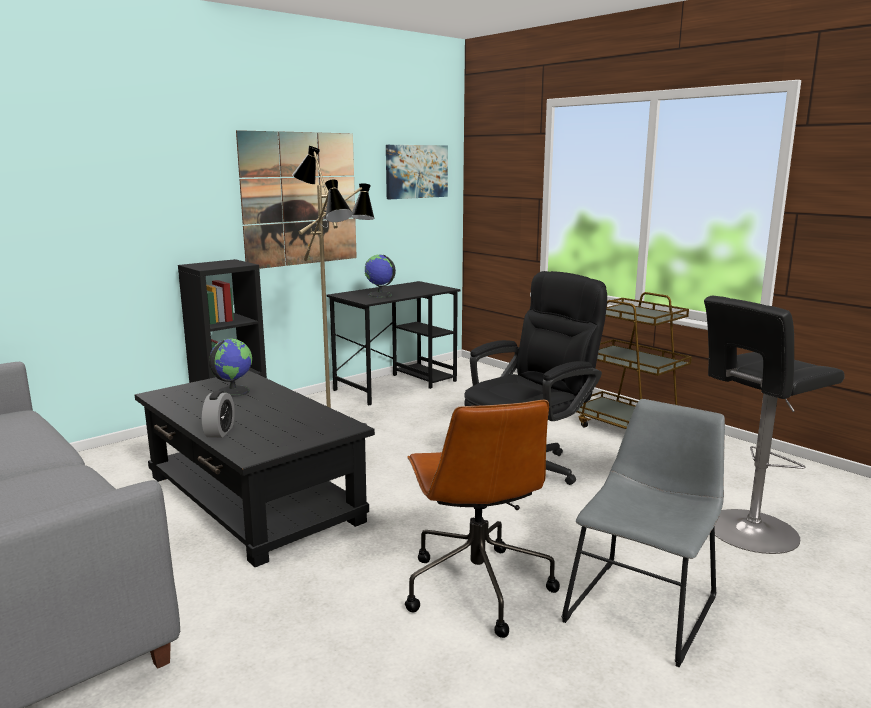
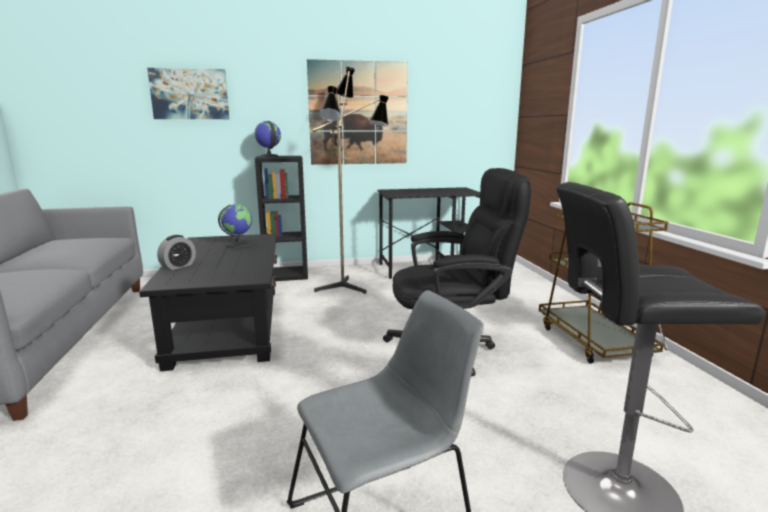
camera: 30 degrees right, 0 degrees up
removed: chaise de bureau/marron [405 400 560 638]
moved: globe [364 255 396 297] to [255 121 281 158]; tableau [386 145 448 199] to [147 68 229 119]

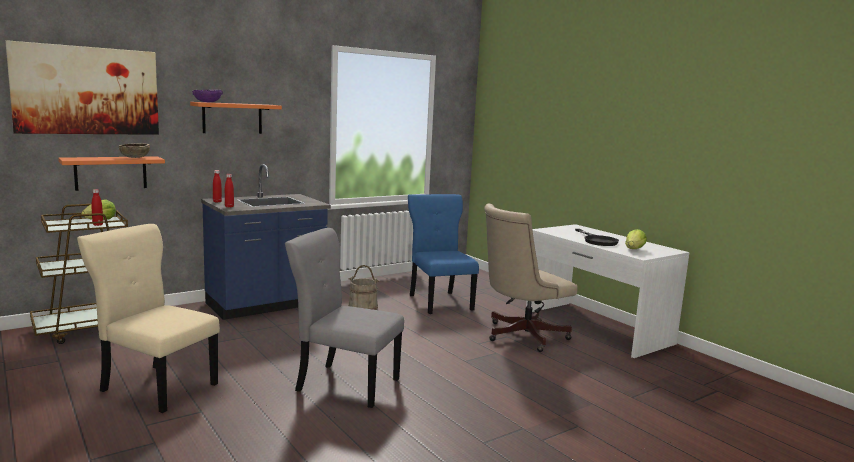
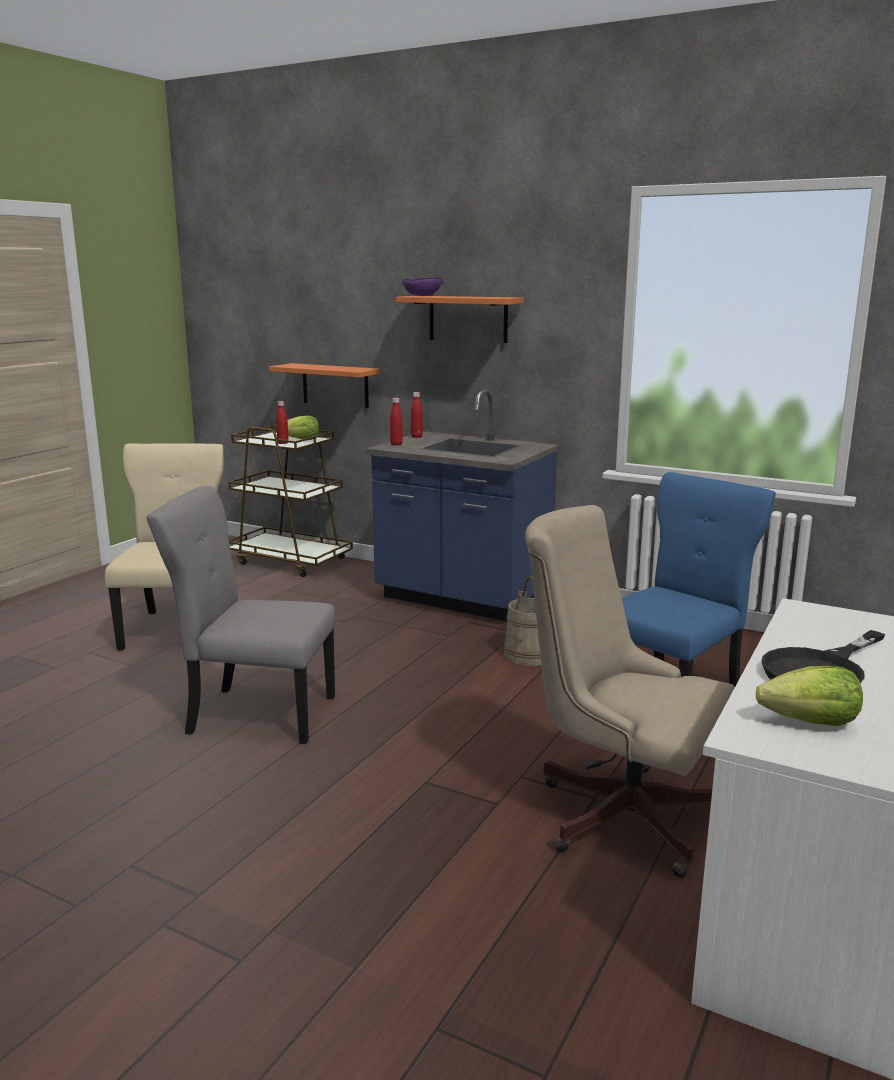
camera: 65 degrees right, 5 degrees up
removed: tableau [5 40 159 135]; bol/marron [119 143 150 158]
turned: chaise/gris [285 228 404 408] = [146 486 336 744] 75 degrees counterclockwise

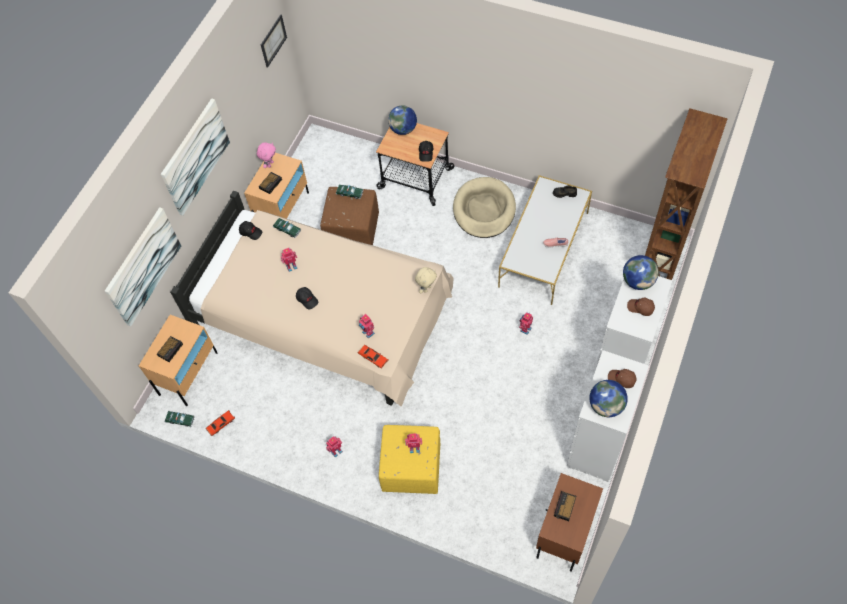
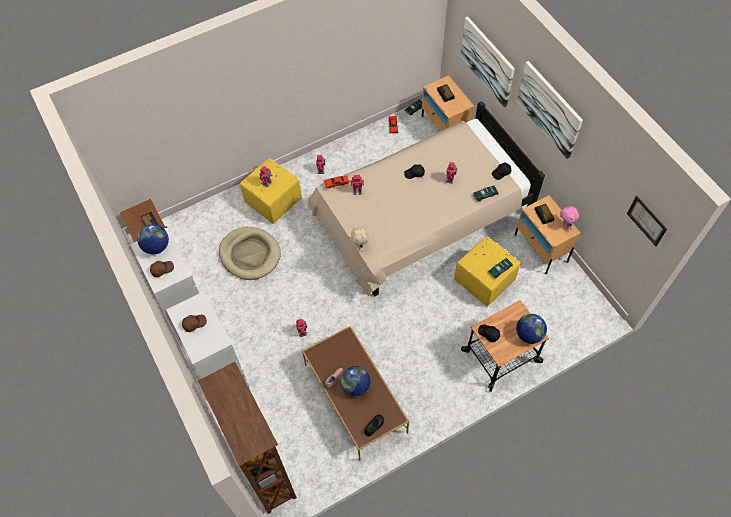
camera: 125 degrees right, 0 degrees up
moved: panier pour chien/beige [453 177 516 238] to [219 227 281 280]; globe [623 255 659 290] to [341 366 371 396]
recoloured: pouf/marron [320 187 379 245] to pouf/jaune [454 236 520 307]; table basse/blanc [498 175 592 305] to table basse/marron [302 326 409 461]

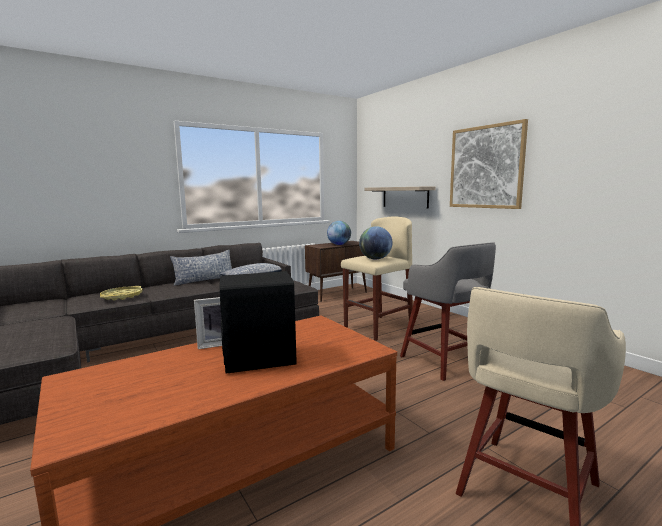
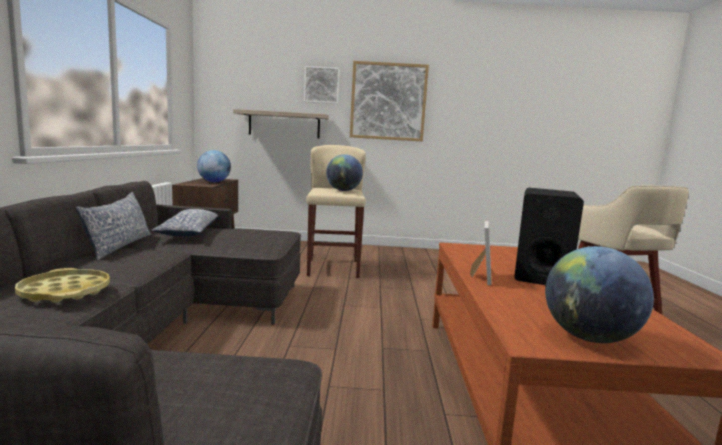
camera: 55 degrees left, 0 degrees up
removed: tabouret/gris [400 242 496 381]
added: tableau [304 66 340 104]; globe [545 246 654 343]

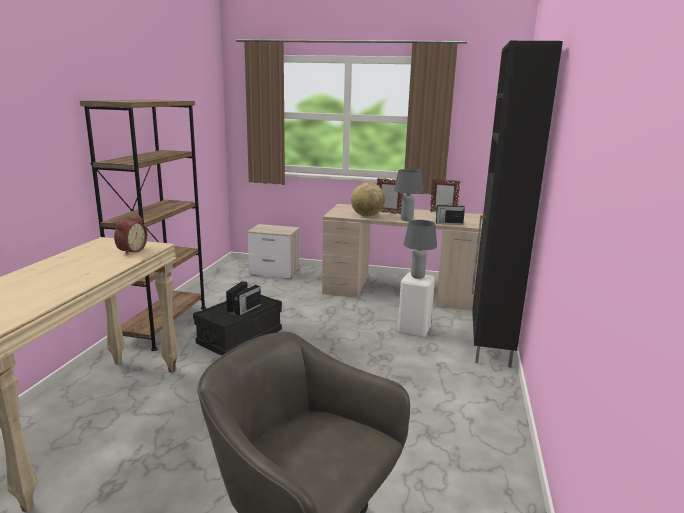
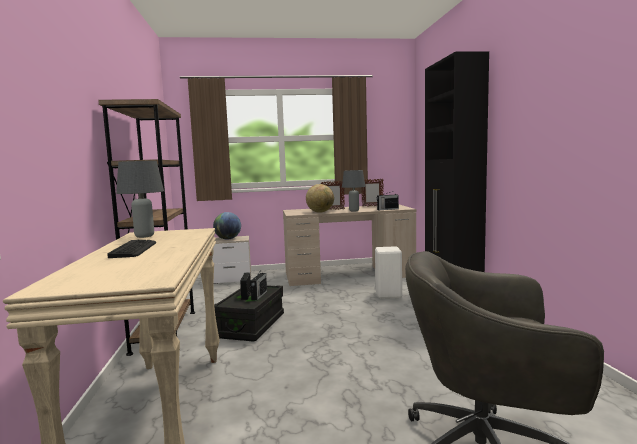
camera: 20 degrees left, 10 degrees down
removed: réveil [114 215 147 255]
added: clavier [107 240 156 258]; globe [213 212 241 240]
moved: lampe de table/gris [404 220 437 279] to [116 161 164 238]

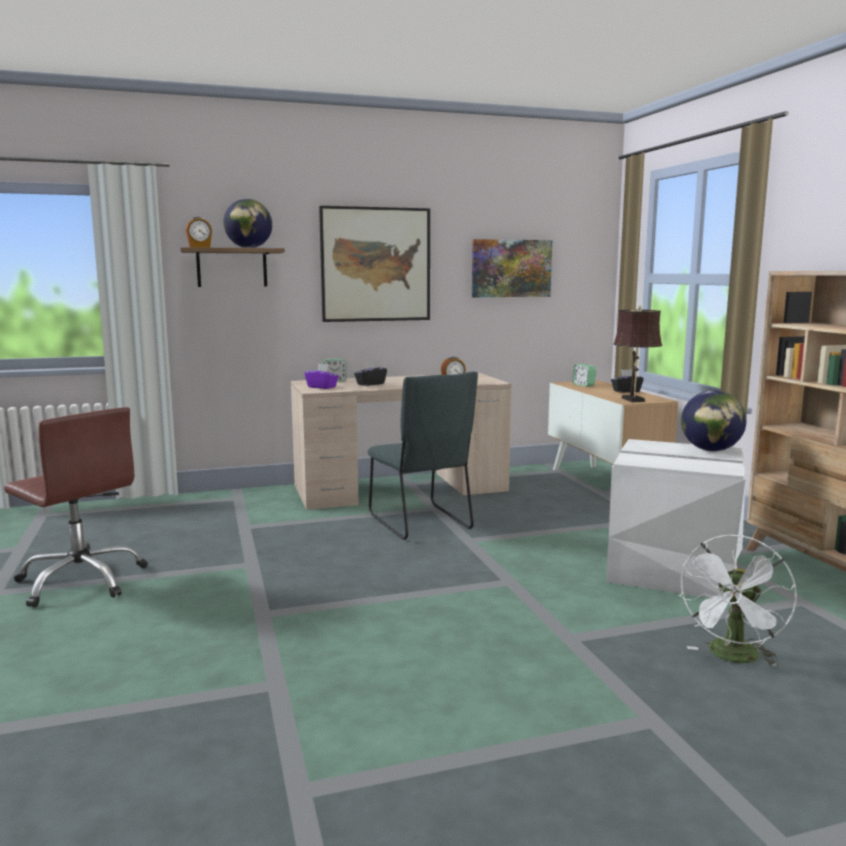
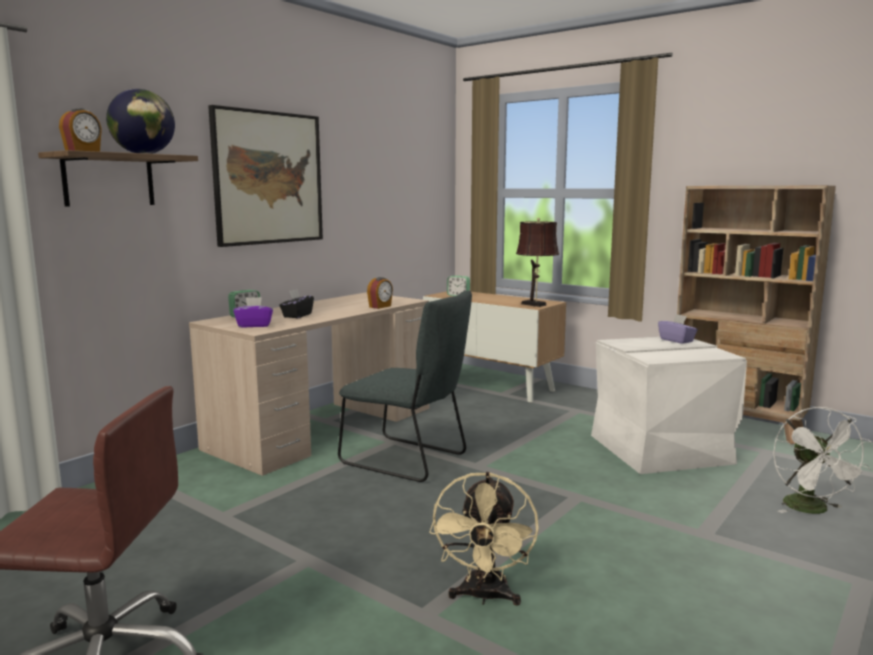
camera: 35 degrees left, 0 degrees up
removed: tableau [472 239 552 297]; boîte à mouchoirs/noir [611 369 644 393]
added: ventilateur/beige [430 472 539 606]
replaced: globe [681 390 746 451] to boîte à mouchoirs/violet [658 314 698 344]

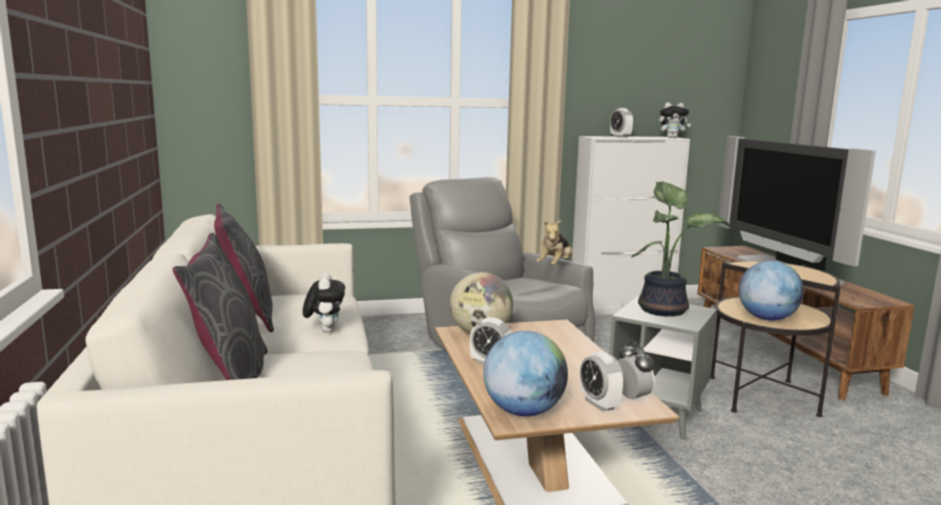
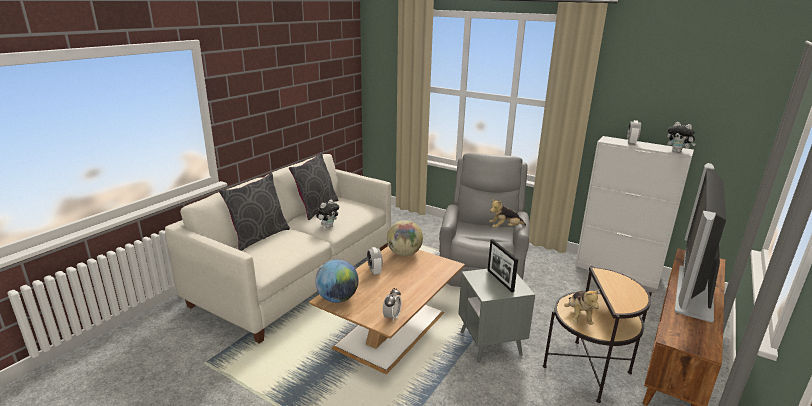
camera: 45 degrees right, 10 degrees up
removed: réveil [580 351 624 412]
replaced: plante en pot [631 181 730 317] to cadre photo [488 239 518 292]; globe [739 261 804 320] to peluche [564 288 600 325]

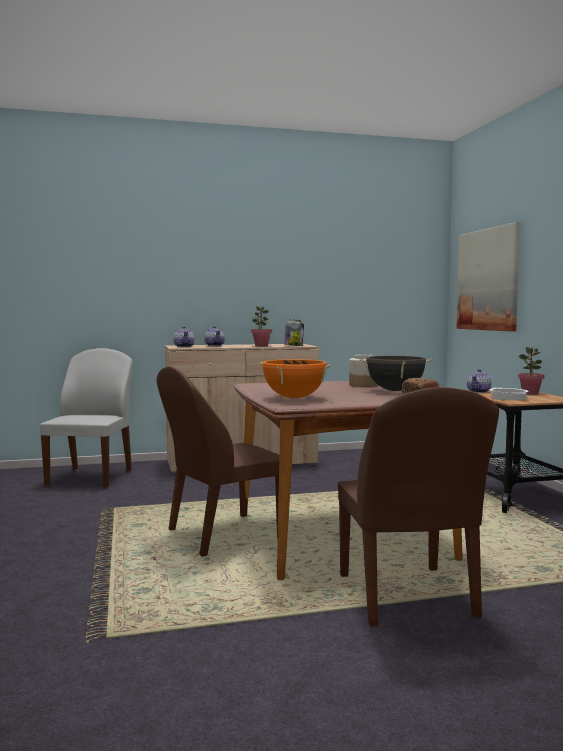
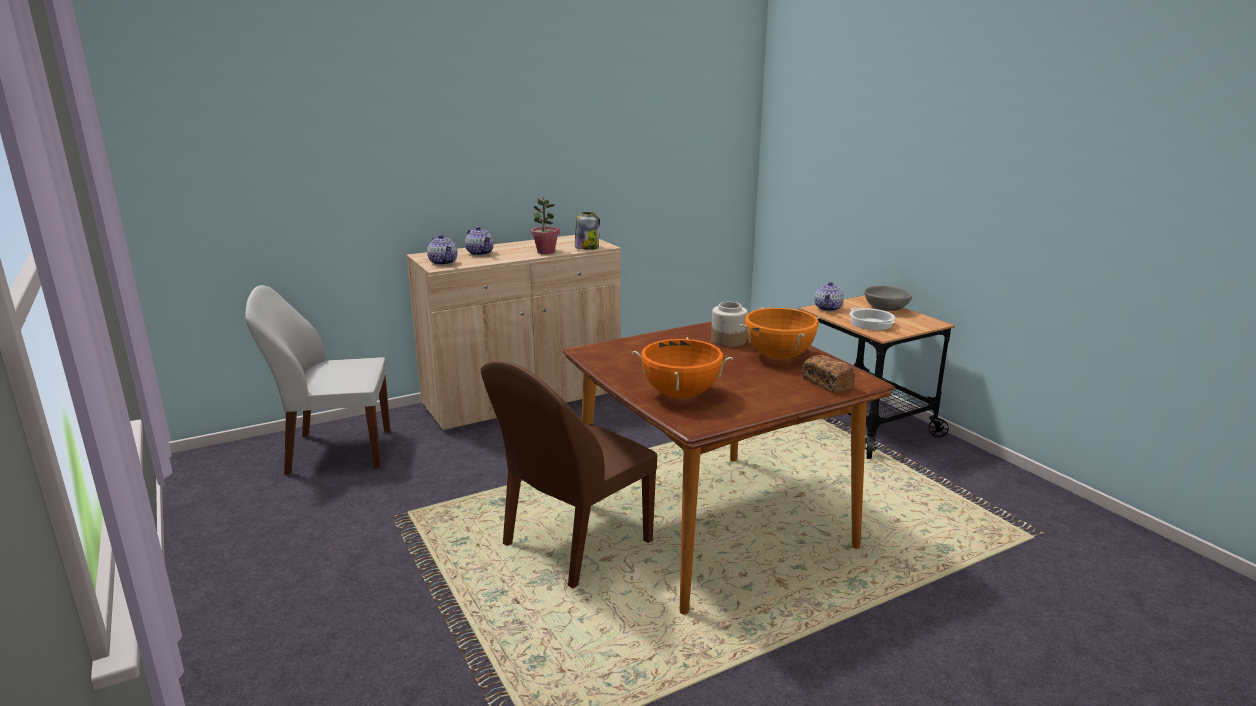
camera: 15 degrees left, 15 degrees up
removed: chaise/marron [338 387 499 627]; tableau [456 222 520 331]
replaced: plante en pot [518 347 545 395] to bol/gris [864 286 912 311]
recoloured: marmite/noir [359 356 432 391] to marmite/orange [740 307 822 359]
turned: chaise/blanc [40 348 132 487] = [245 285 390 475] 90 degrees counterclockwise

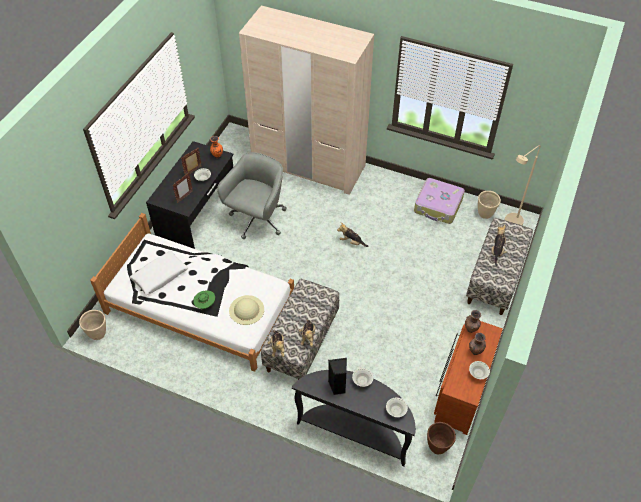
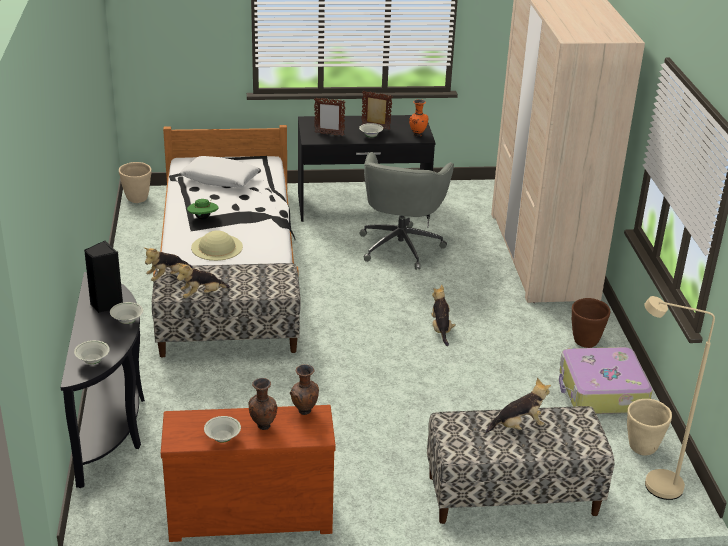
camera: 60 degrees right, 20 degrees down
moved: cache-pot/marron [427 422 456 455] to [572 298 610 348]
turned: chaise de bureau/gris [217 152 287 239] = [359 152 454 270] 105 degrees clockwise

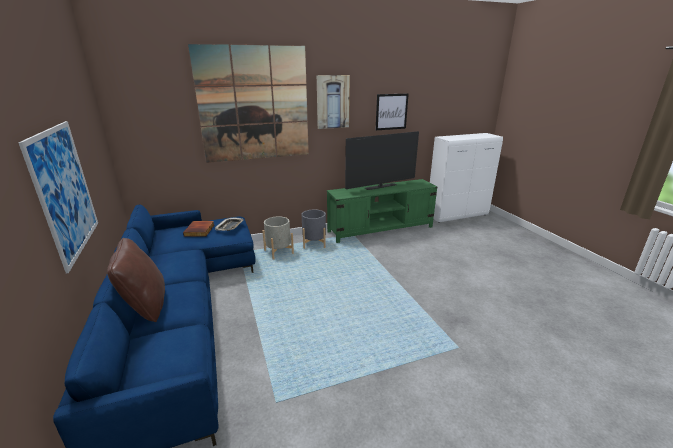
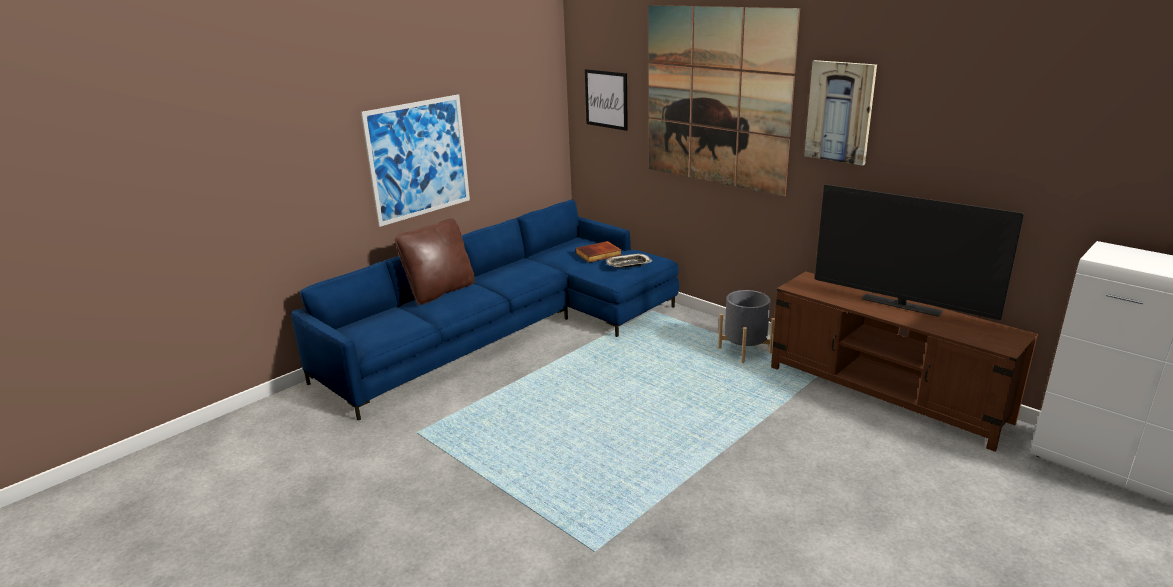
camera: 65 degrees right, 0 degrees up
removed: cache-pot/gris [262 216 294 259]
moved: tableau [376 93 409 130] to [585 69 628 131]
recoloured: meuble télé/vert [327 179 437 243] to meuble télé/marron [771 271 1038 452]

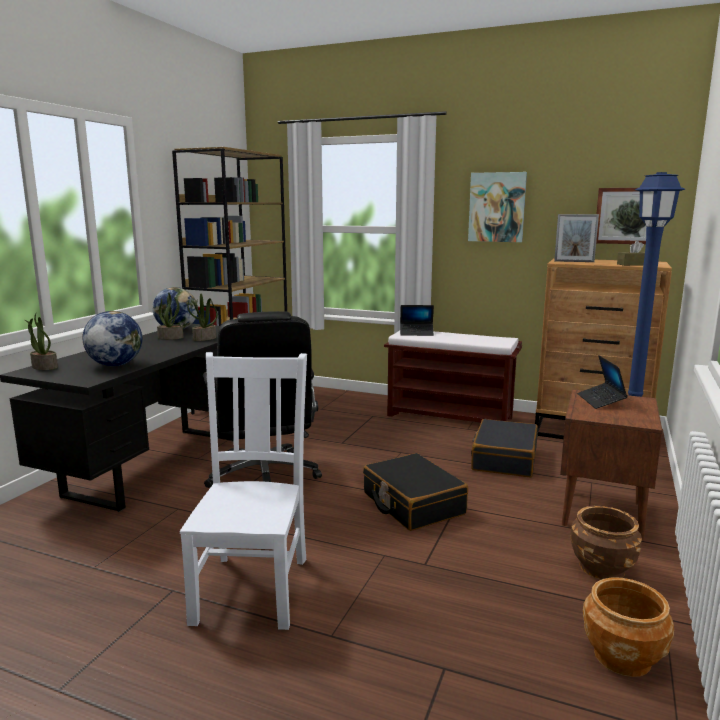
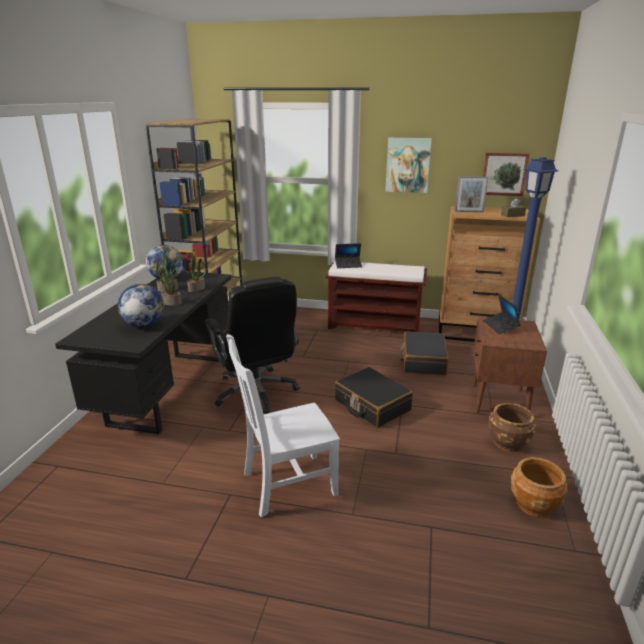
camera: 10 degrees left, 10 degrees up
moved: plante en pot [25 313 58 370] to [159 266 182 306]
turned: chaise/blanc [180 352 307 630] = [226 334 340 518] 105 degrees counterclockwise

